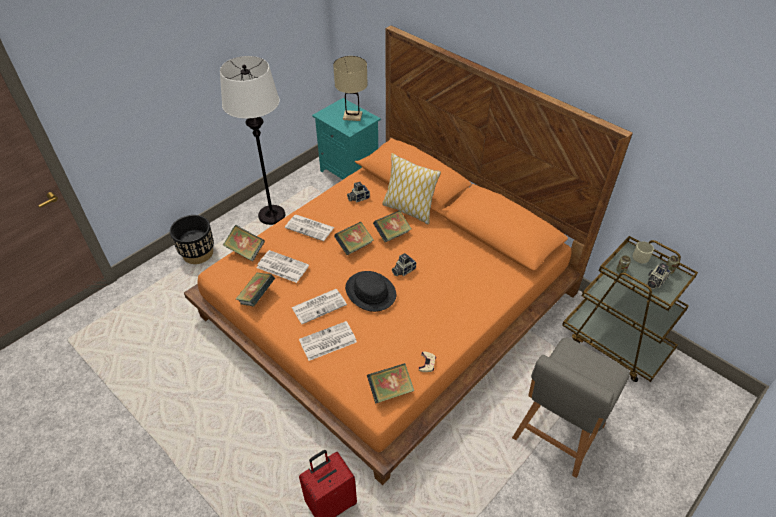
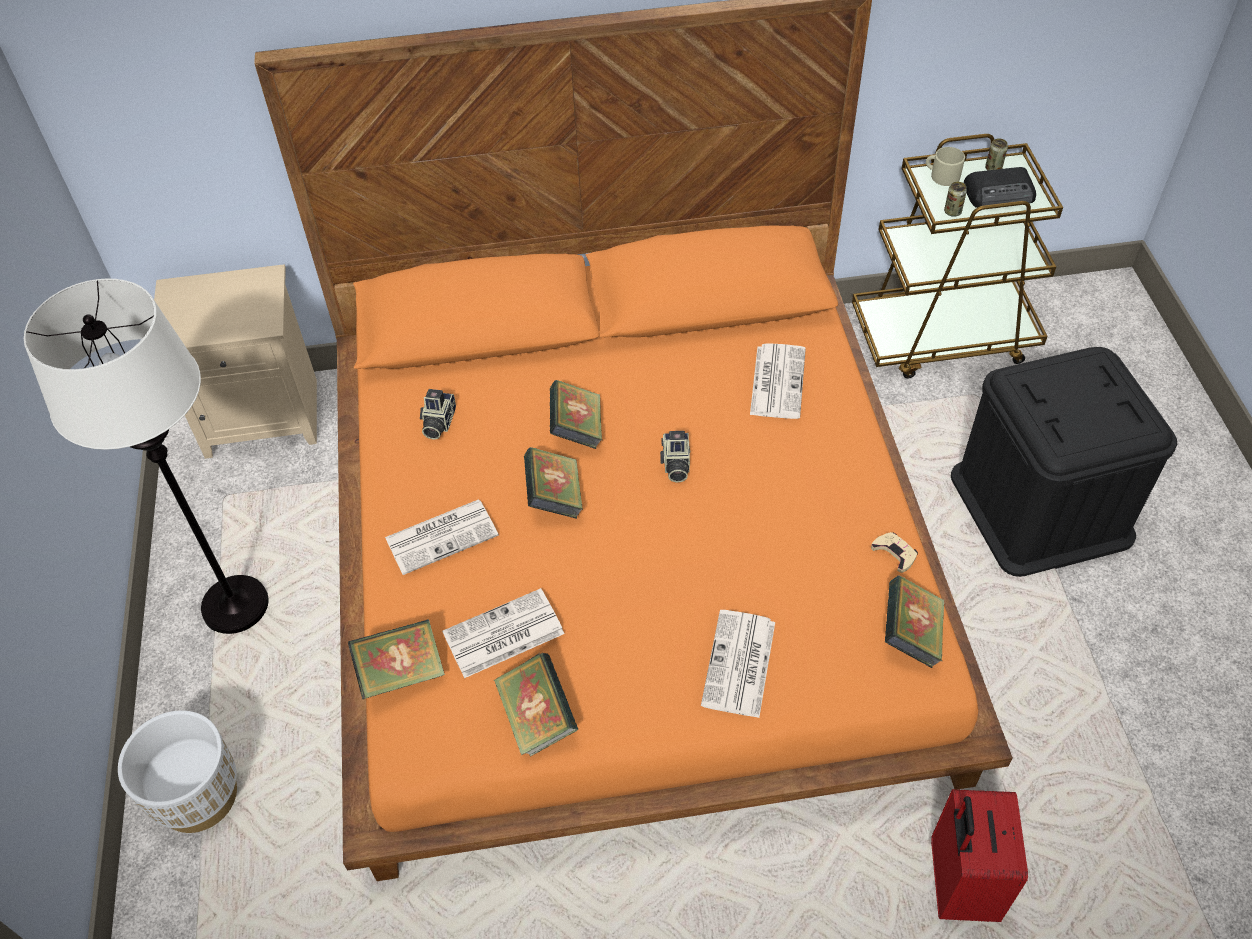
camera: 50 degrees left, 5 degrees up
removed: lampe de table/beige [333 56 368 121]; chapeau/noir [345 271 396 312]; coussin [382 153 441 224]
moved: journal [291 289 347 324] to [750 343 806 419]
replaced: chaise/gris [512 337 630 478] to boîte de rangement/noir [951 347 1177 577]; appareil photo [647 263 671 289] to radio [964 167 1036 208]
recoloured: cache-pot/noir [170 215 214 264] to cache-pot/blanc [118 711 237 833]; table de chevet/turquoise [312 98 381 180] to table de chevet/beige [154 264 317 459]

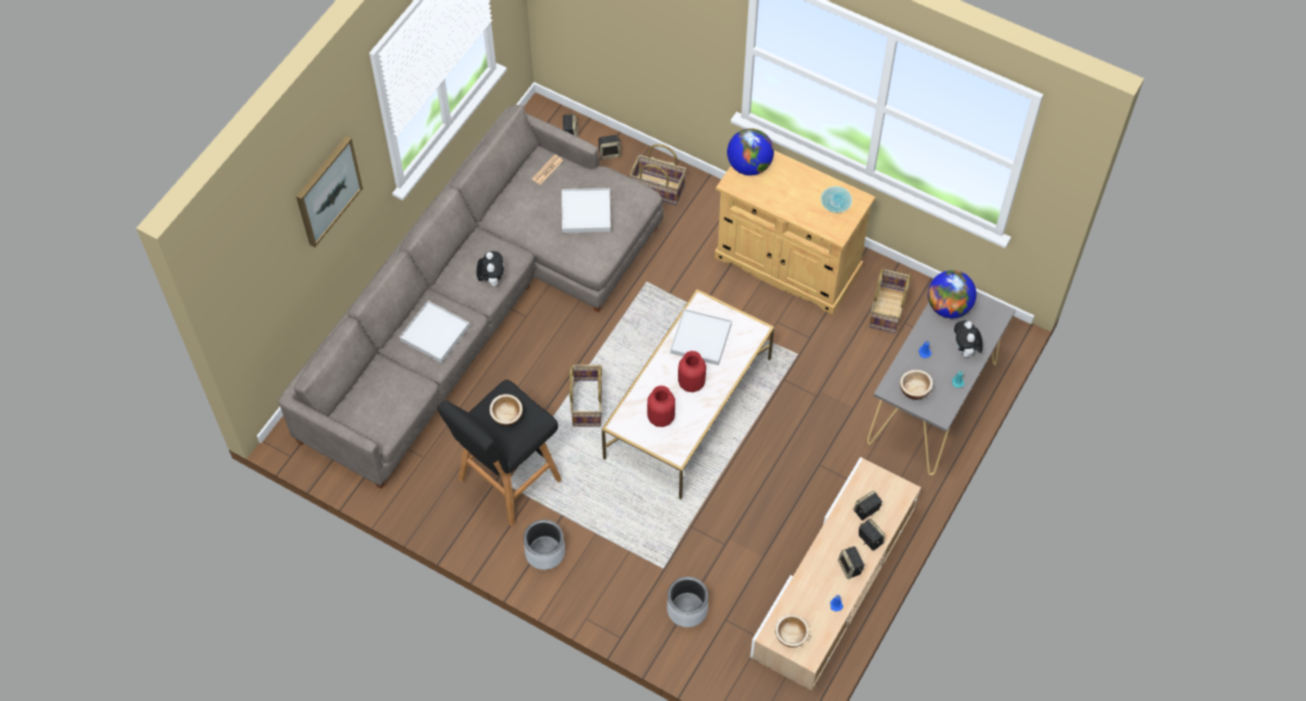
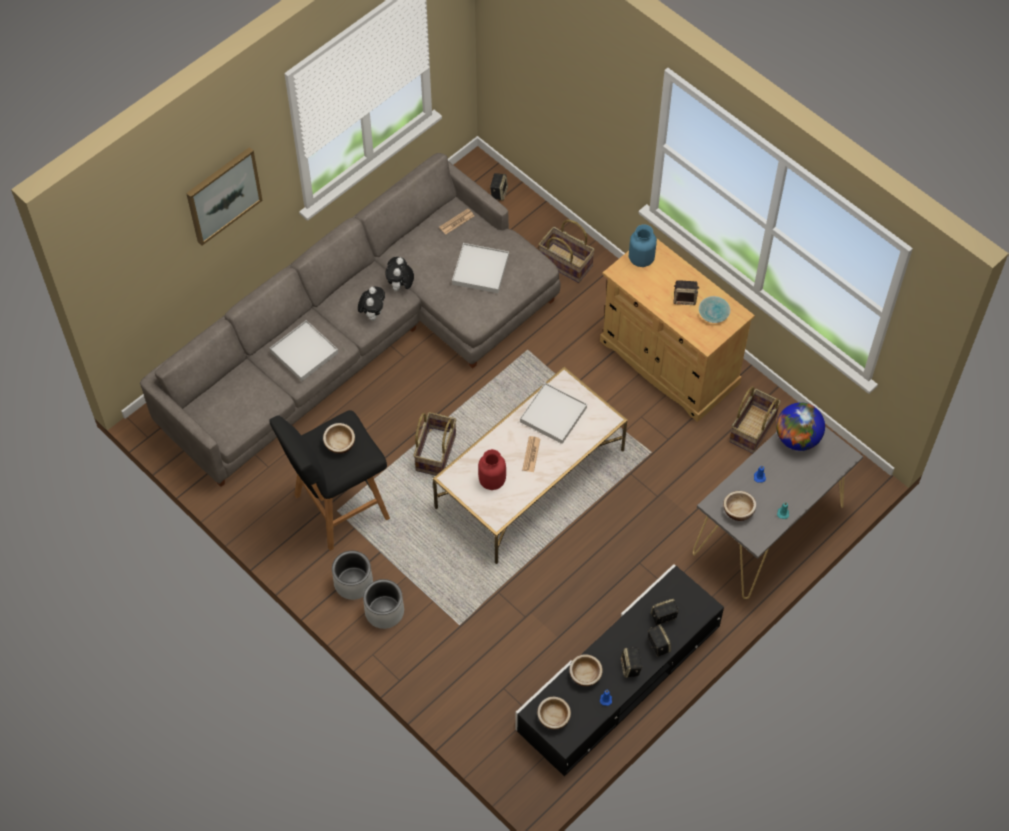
camera: 15 degrees right, 0 degrees up
added: bol [569 654 603 686]
moved: enceinte [598 135 621 159] to [674 280 699 305]; cache-pot/gris [667 576 708 627] to [363 579 404 629]; peluche [954 321 983 360] to [385 257 414 291]
replaced: vase/rouge [678 351 706 392] to journal [522 436 540 472]; globe [727 128 774 176] to vase/bleu [629 224 657 267]
recoloured: meuble télé/beige [750 457 921 691] to meuble télé/noir [515 564 724 776]

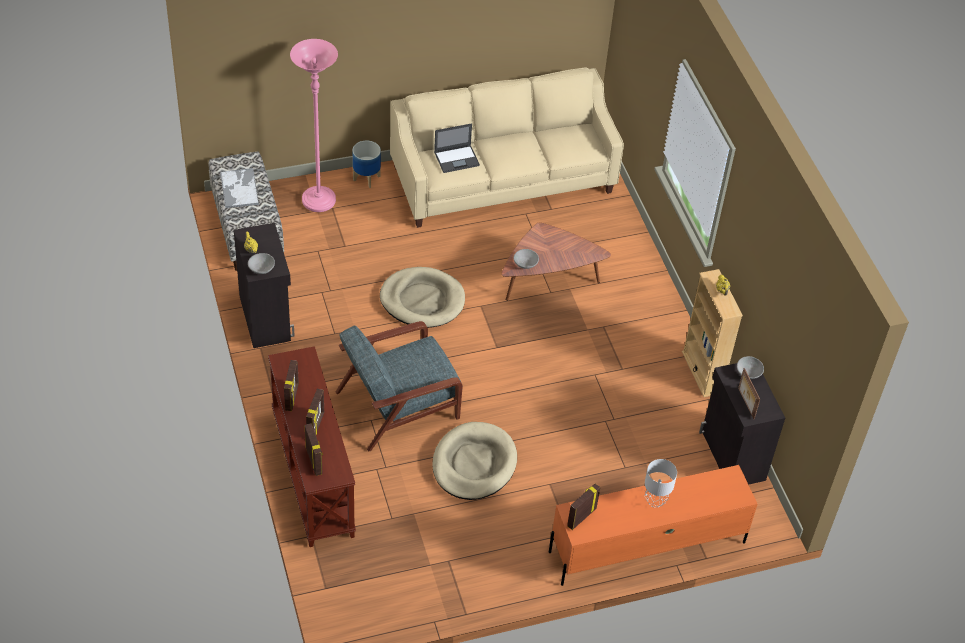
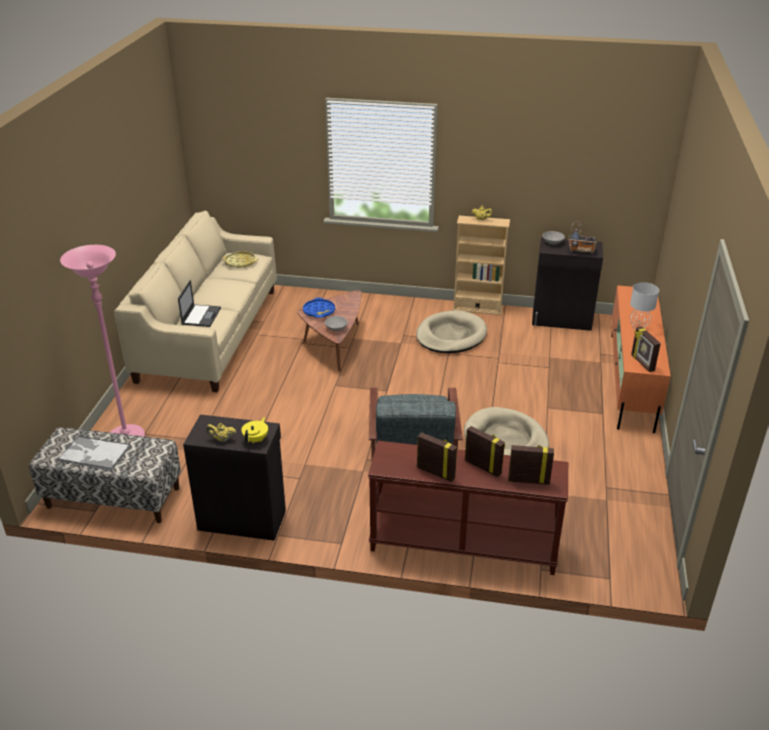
camera: 60 degrees left, 15 degrees down
removed: cache-pot [353 141 381 188]
added: plateau/jaune [222 251 258 268]; plateau/bleu [303 298 335 318]
moved: panier pour chien/beige [380 267 465 328] to [416 310 487 353]
replaced: bol/gris [248 253 275 274] to théière/jaune [241 417 268 443]; cadre photo [738 368 760 419] to radio [569 221 596 254]

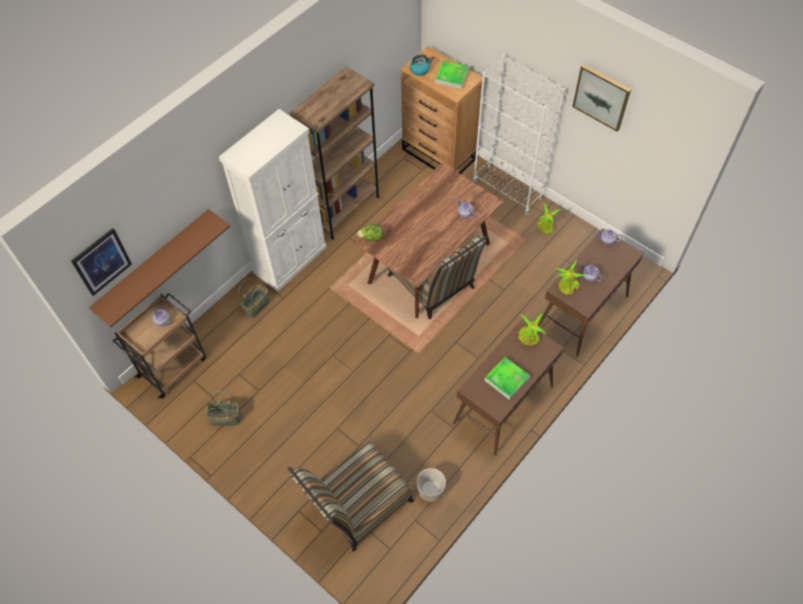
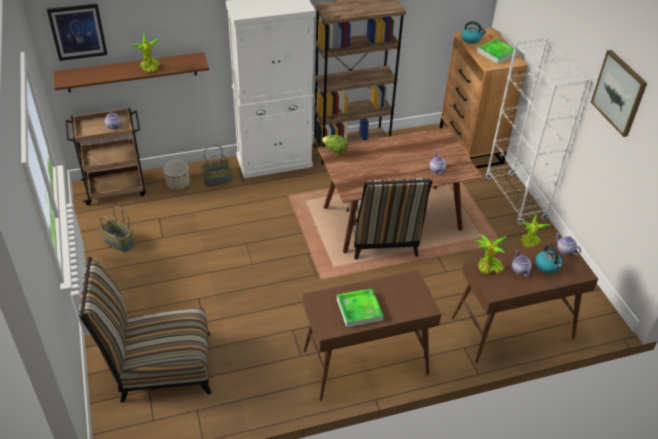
camera: 30 degrees right, 15 degrees down
added: bouilloire [535 245 562 273]
moved: cache-pot [417 468 446 502] to [163 160 190 190]; plante en pot [518 313 546 346] to [130 33 161 72]

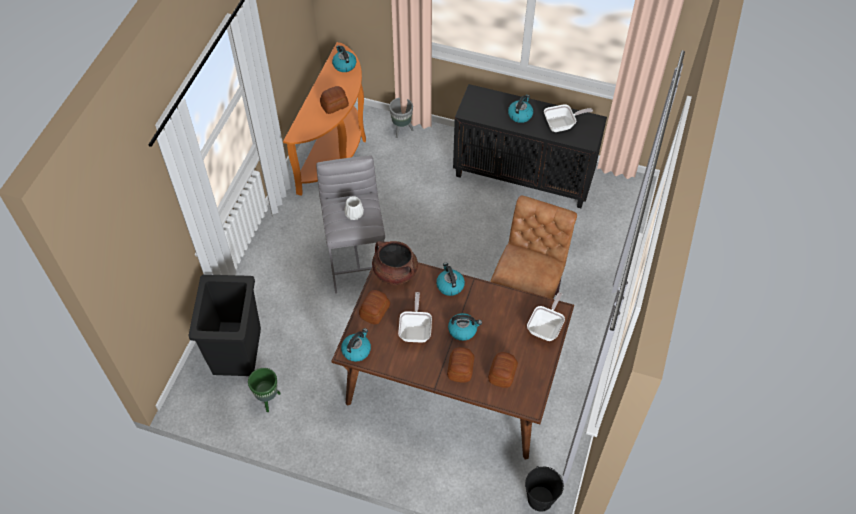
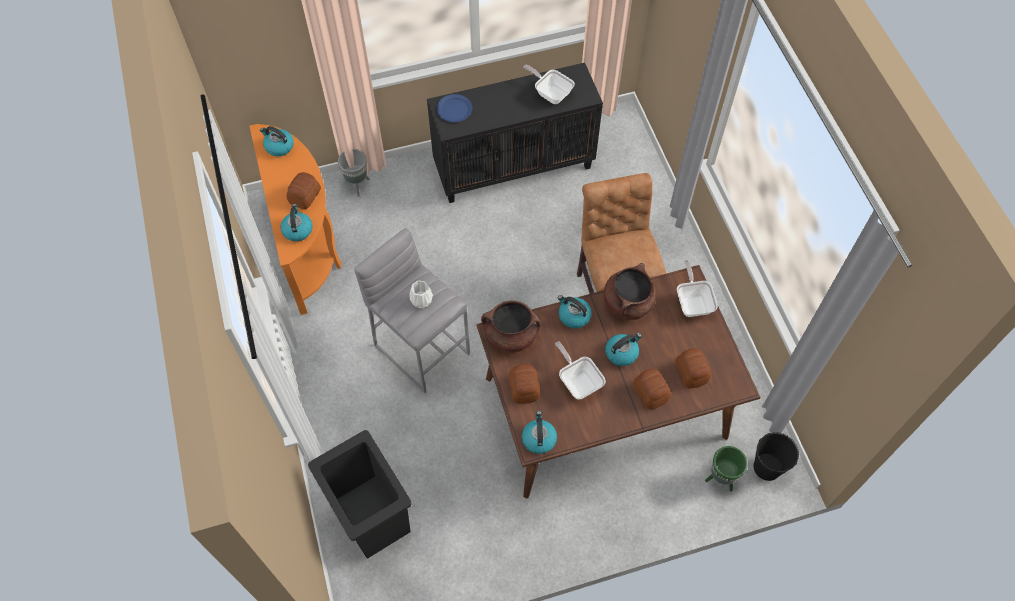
camera: 35 degrees left, 5 degrees up
added: assiette/bleu [437 94 472 122]; marmite/marron [604 263 656 320]
moved: cache-pot/vert [248 368 281 412] to [705 446 748 492]; bouilloire [508 95 533 123] to [281 204 313 241]
turned: poêle [544 104 593 132] = [523 65 575 104] 90 degrees counterclockwise

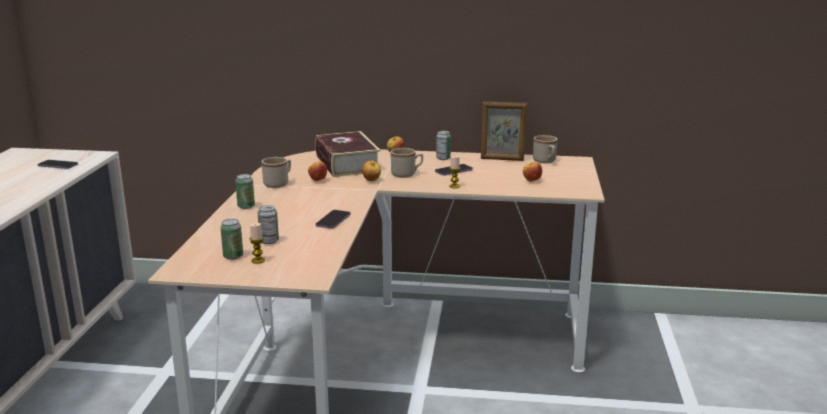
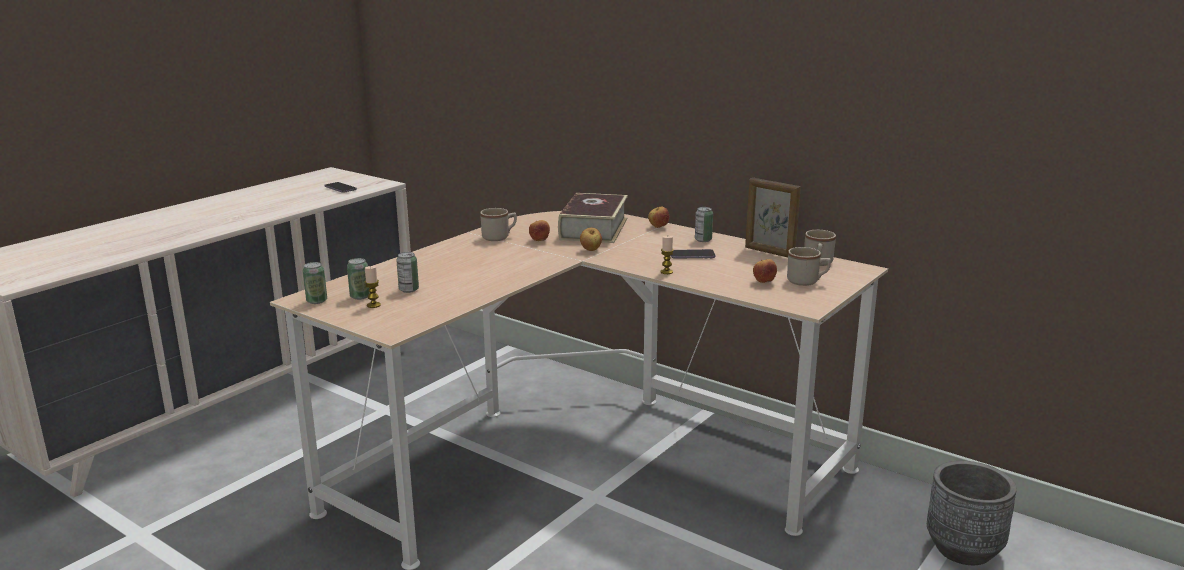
camera: 30 degrees right, 0 degrees up
removed: téléphone [316 210 351 229]
added: cache-pot/gris [927 461 1017 565]
moved: boîte métallique [235 174 255 209] to [303 262 327 304]; mug/beige [391 148 423 178] to [787 247 831 286]

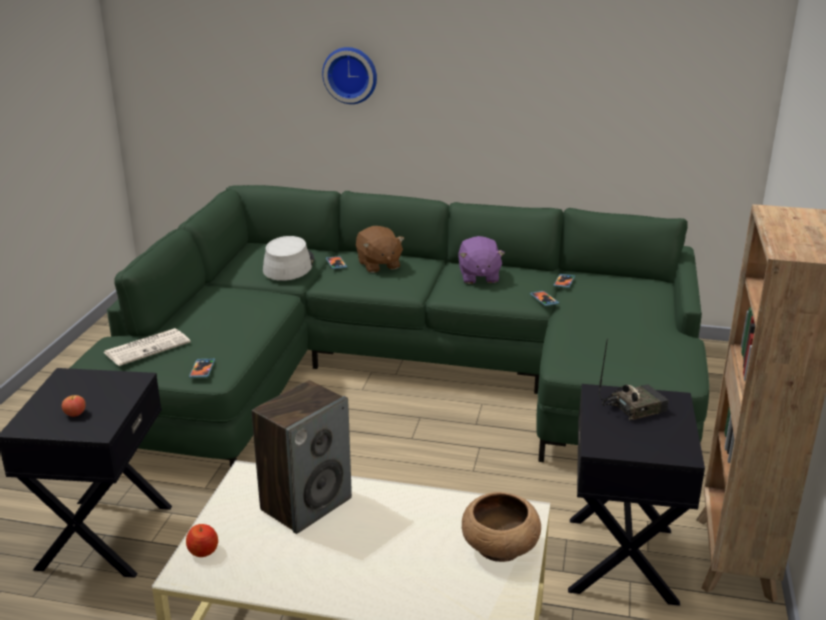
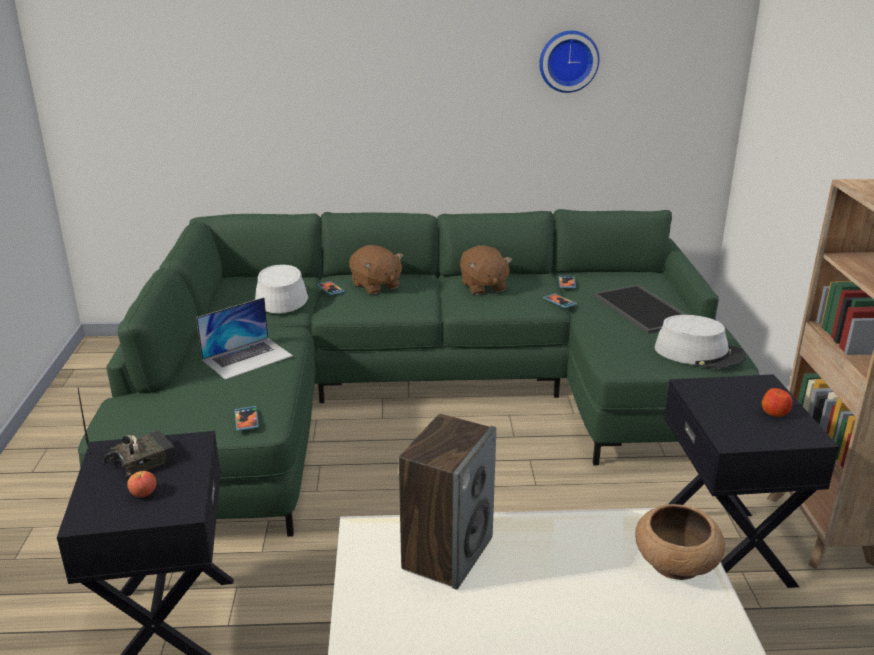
camera: 15 degrees left, 0 degrees up
removed: journal [104 328 191 366]
added: ordinateur portable [196 297 293 380]; plateau [593 284 687 334]; chapeau/gris [654 315 746 369]
moved: pomme [186 524 218 557] to [762 388 793 417]; horloge murale [322 47 377 104] to [539 31 599 93]; radio [599 338 669 420] to [78 388 176 477]
recoloured: peluche/violet [458 236 505 284] to peluche/marron [460 245 512 295]

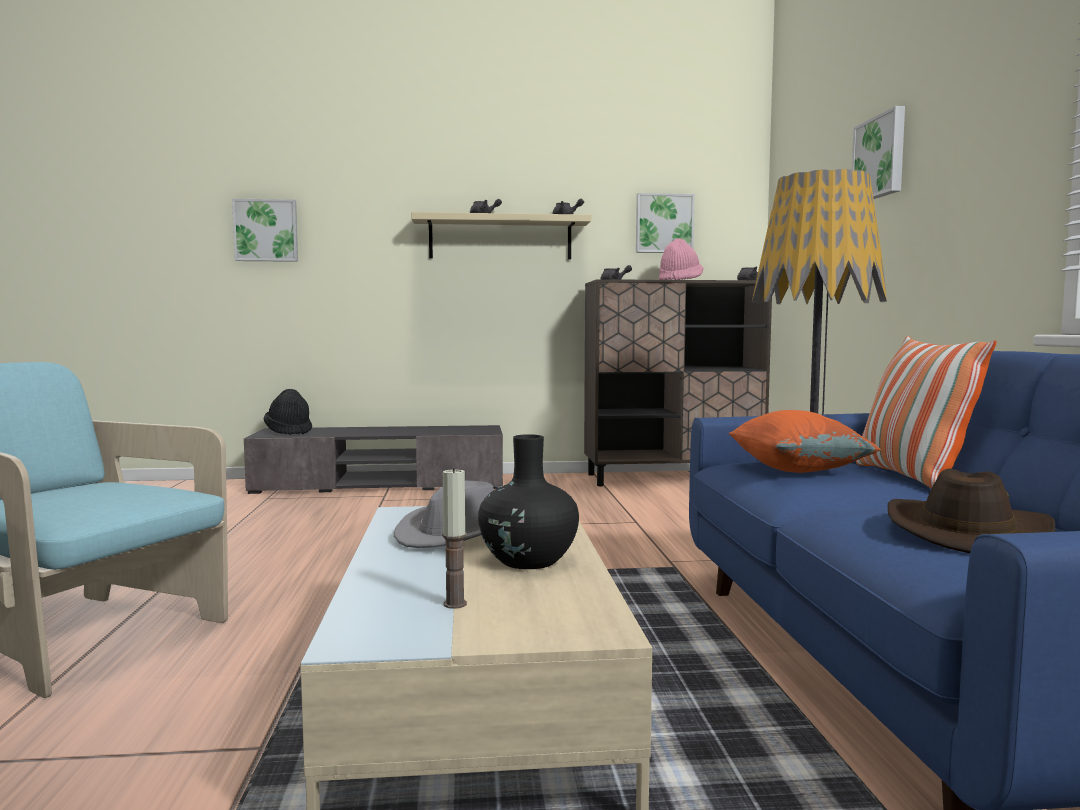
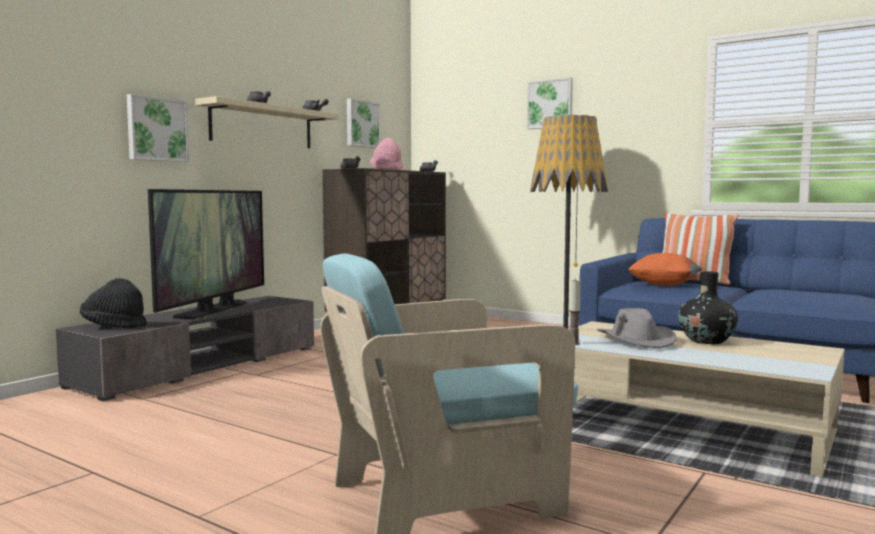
camera: 50 degrees left, 0 degrees up
removed: chapeau/marron [888 468 1055 553]
added: téléviseur [148 189 264 319]
moved: tableau [232 199 298 262] to [127 94 189 162]; bougie [442 467 467 609] to [569 279 581 345]

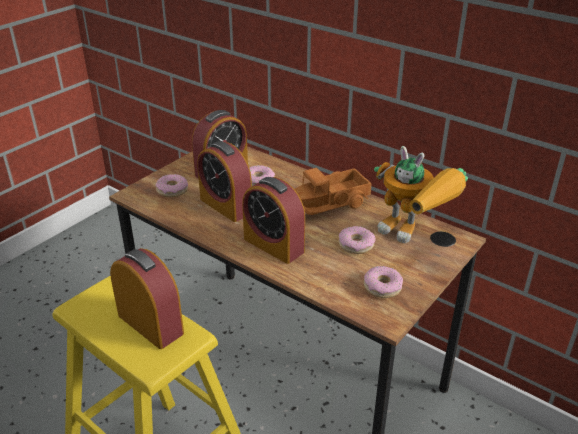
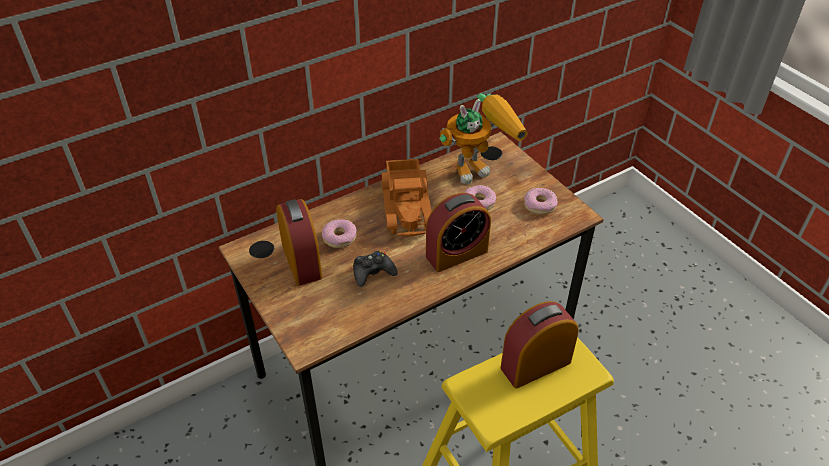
camera: 70 degrees left, 10 degrees up
removed: beignet [155 174 188 197]
replaced: réveil [197 141 252 222] to manette/noir [353 251 398 287]

